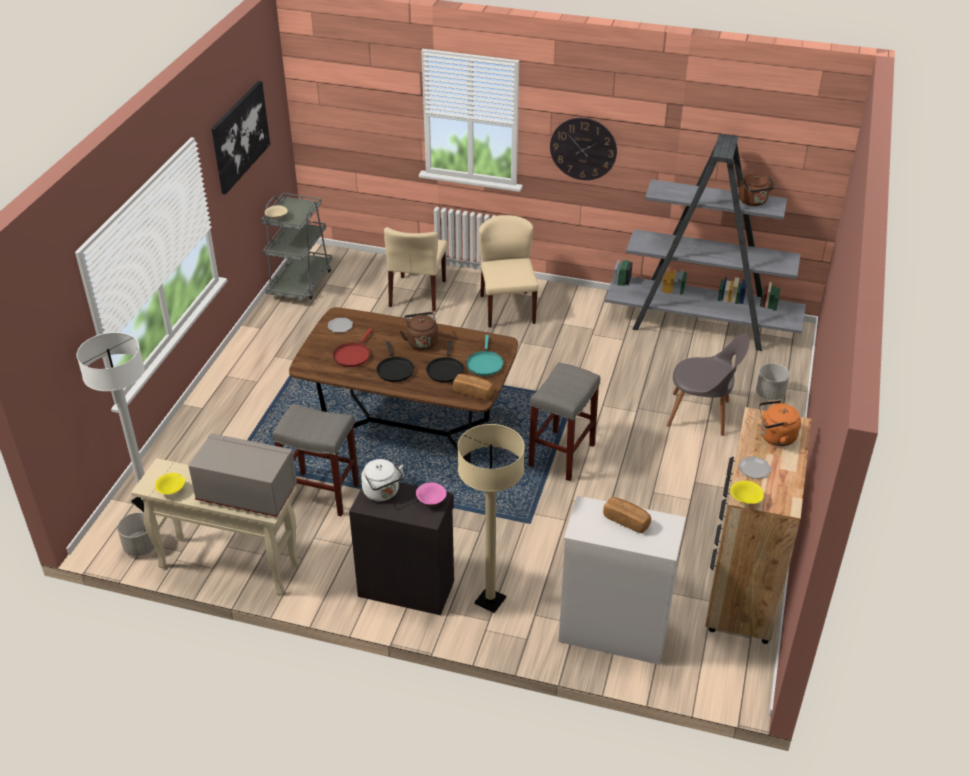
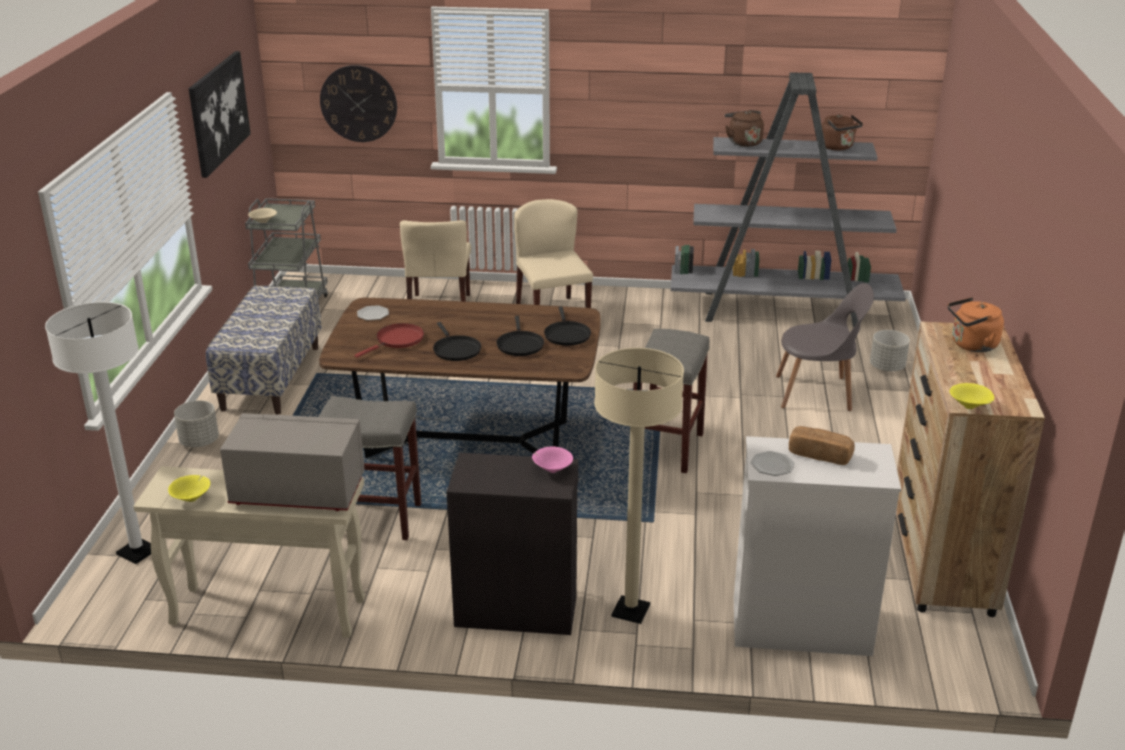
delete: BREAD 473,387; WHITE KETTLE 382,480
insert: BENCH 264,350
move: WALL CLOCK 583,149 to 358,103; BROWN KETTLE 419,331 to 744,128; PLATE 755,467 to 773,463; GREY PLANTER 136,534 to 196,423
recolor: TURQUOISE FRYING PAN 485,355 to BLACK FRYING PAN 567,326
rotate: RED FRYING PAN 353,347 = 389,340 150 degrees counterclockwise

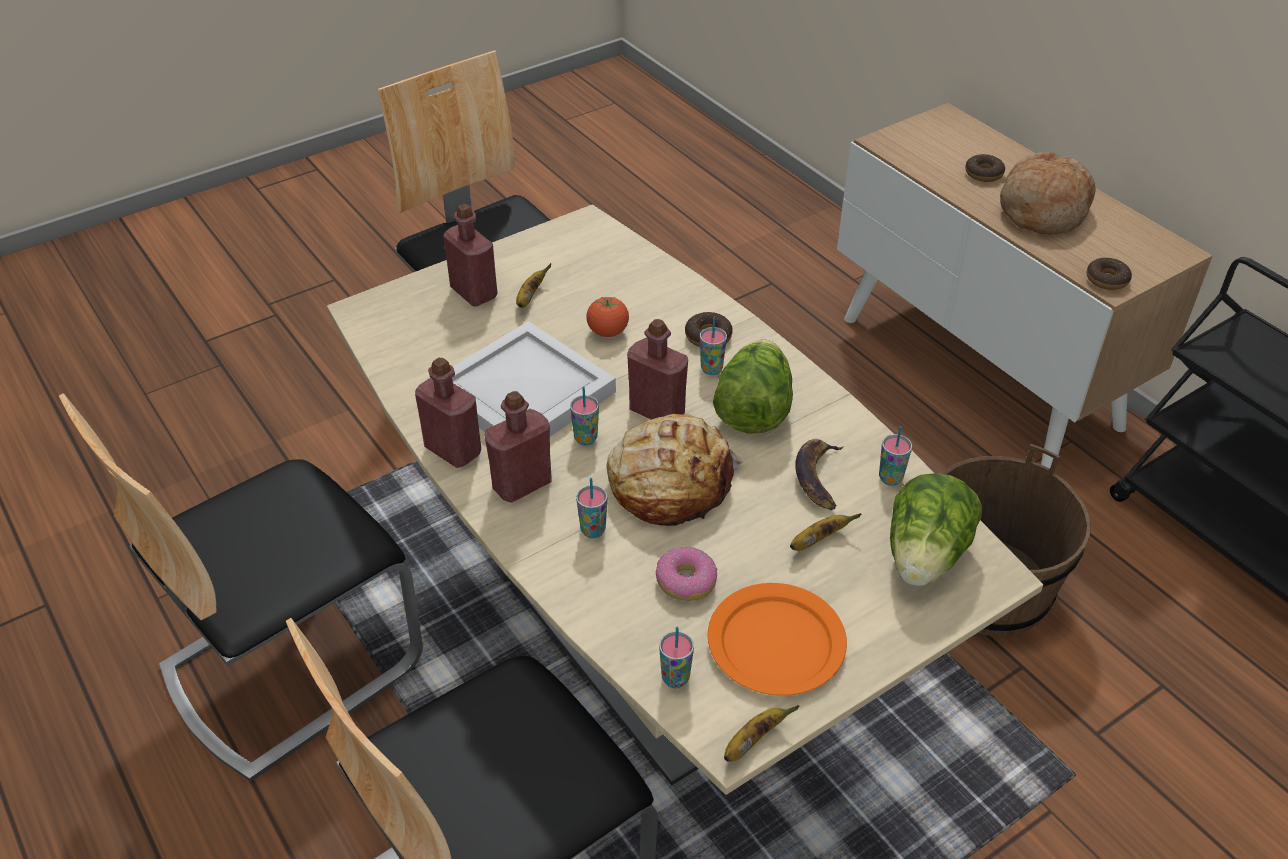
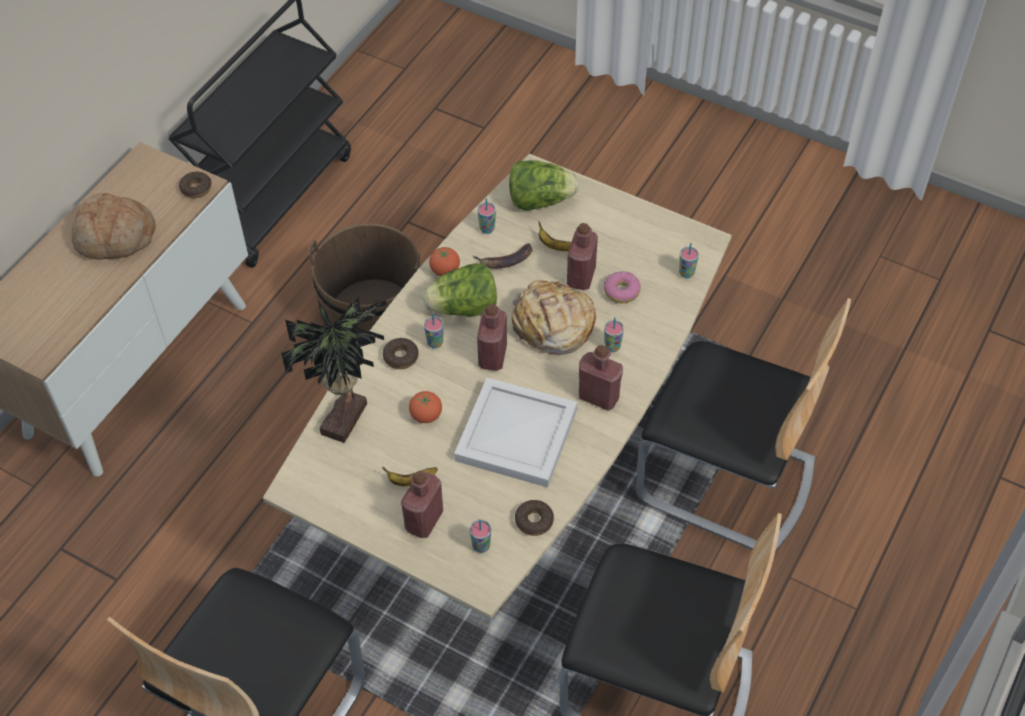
delete: ORANGE PLATE 777,639; BANANA 761,733
insert: TOMATO 444,261; POTTED PLANT 334,370
move: DONUT 985,168 to 534,518; RED BOTTLE 448,413 to 582,256; CUP 584,416 to 480,536

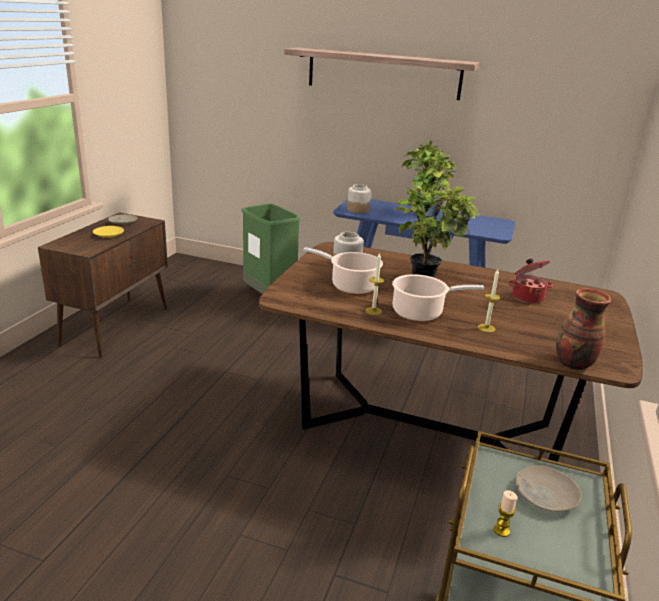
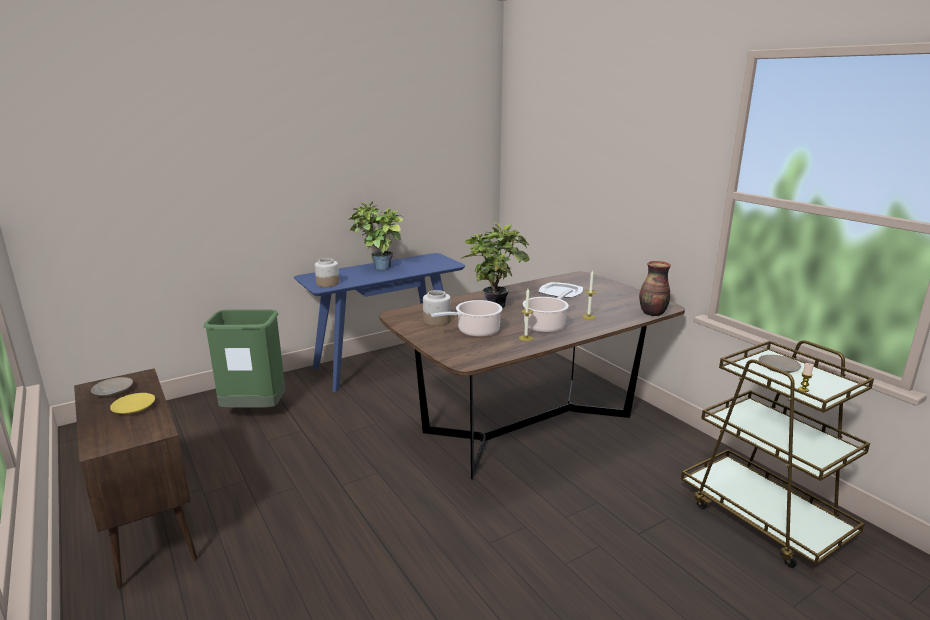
delete: SHELF 381,74
replace: COOKING POT 530,281 to PLATE 561,290

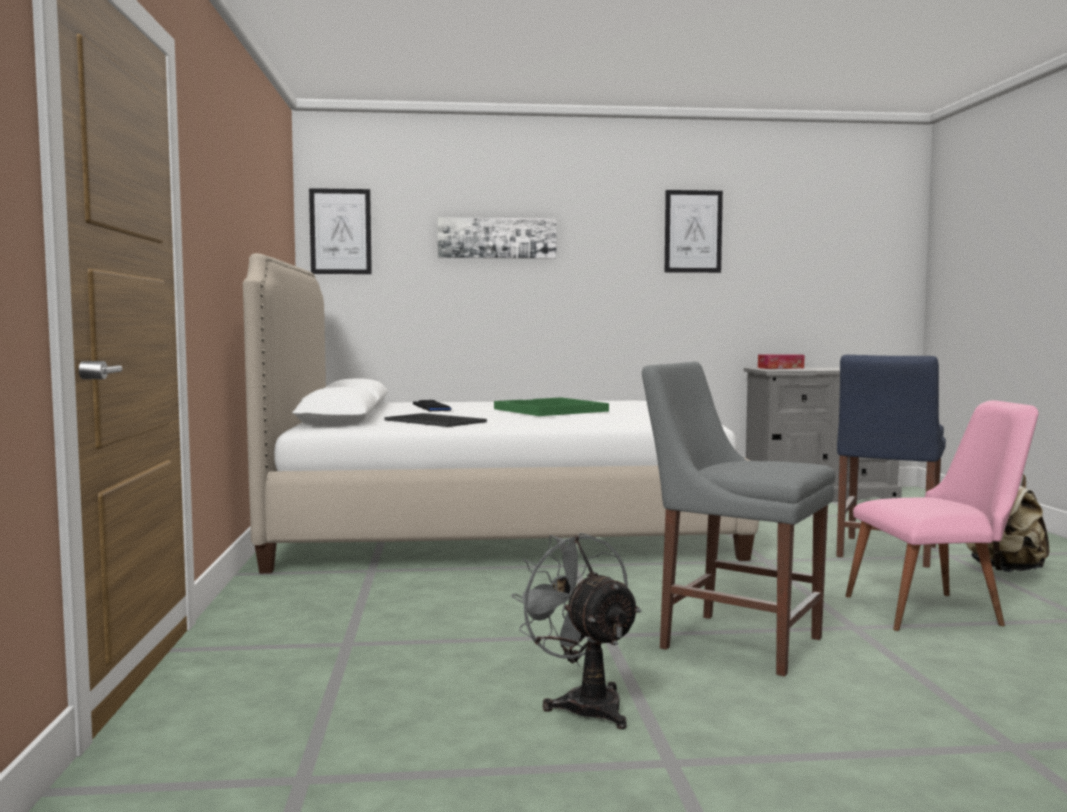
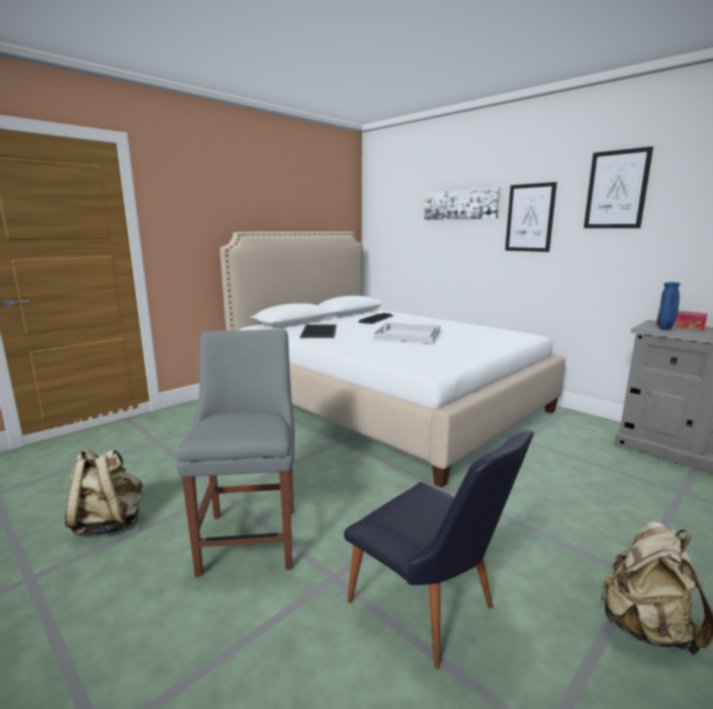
delete: BLUE CHAIR 891,461
insert: BLUE VASE 669,305
move: PICTURE 340,231 to 531,217
replace: GREY FAN 576,631 to BEIGE BACKPACK 104,492
recolor: GREEN TRAY 551,406 to WHITE TRAY 406,332; PINK CHAIR 942,515 to BLACK CHAIR 439,550

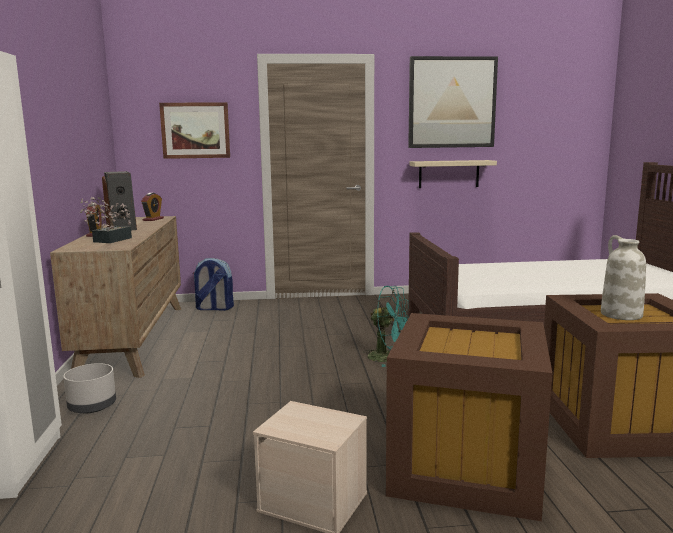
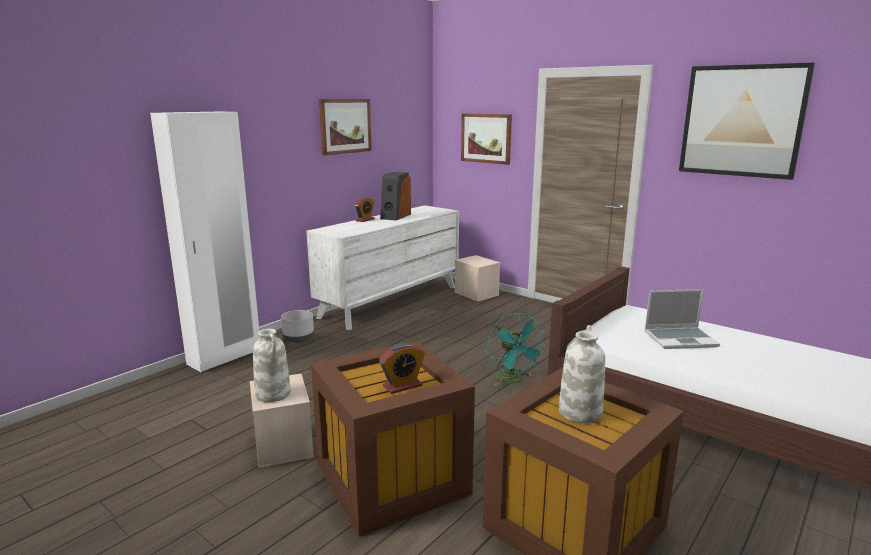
delete: BEIGE SHELF 453,174; POTTED PLANT 105,220
insert: PICTURE 345,127; LAPTOP 682,319; WHITE VASE 272,365
move: ALARM CLOCK 152,207 to 402,368
replace: BACKPACK 213,284 to BEIGE STORAGE BOX 477,278
recolor: BROWN DRESSER 115,297 to WHITE DRESSER 382,267

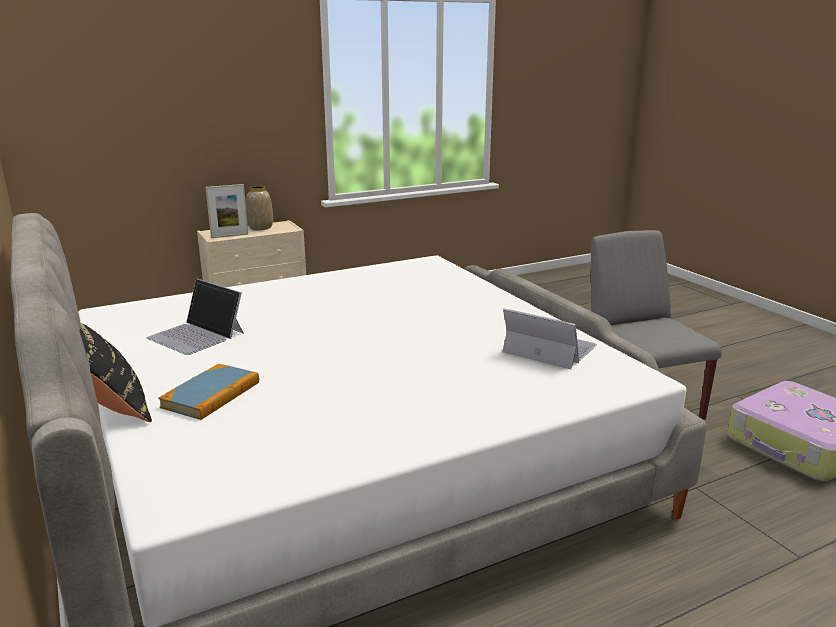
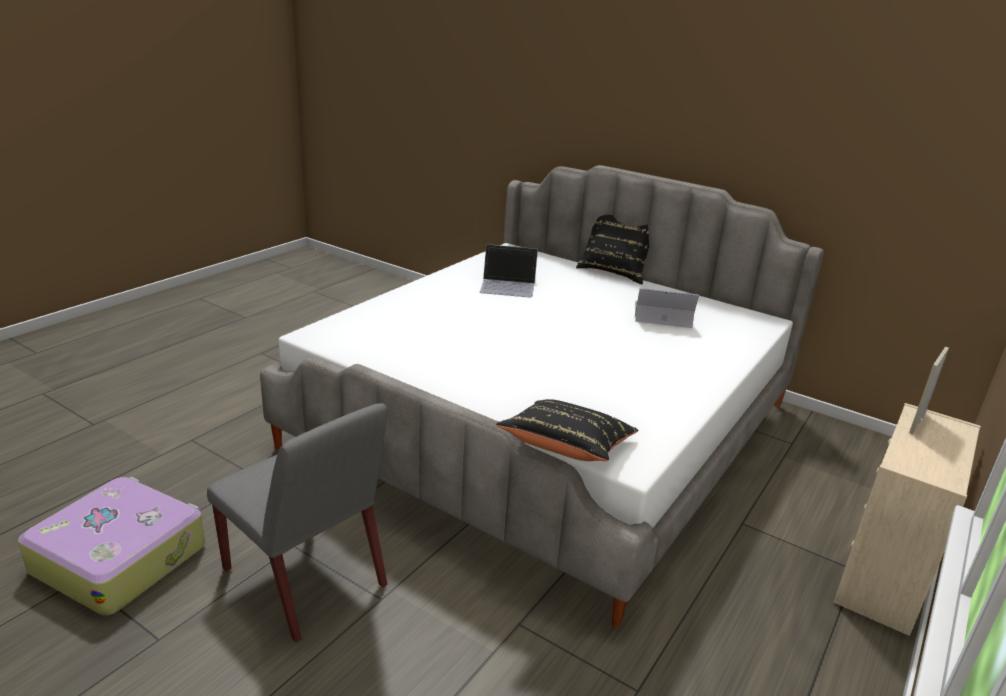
delete: VASE 259,208; BOOK 208,392
insert: BLACK PILLOW 567,430
move: LAPTOP 549,338 to 509,271

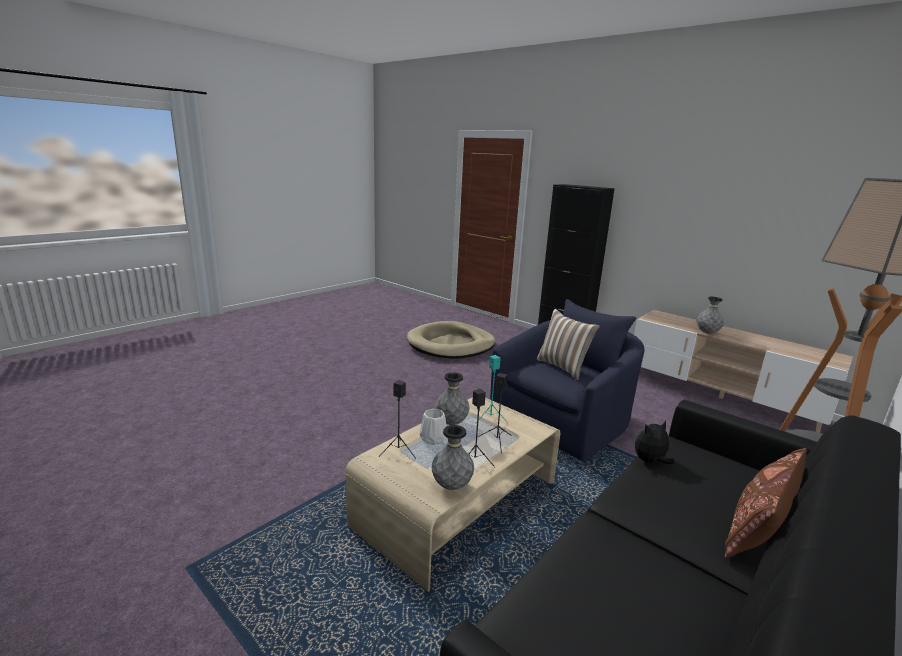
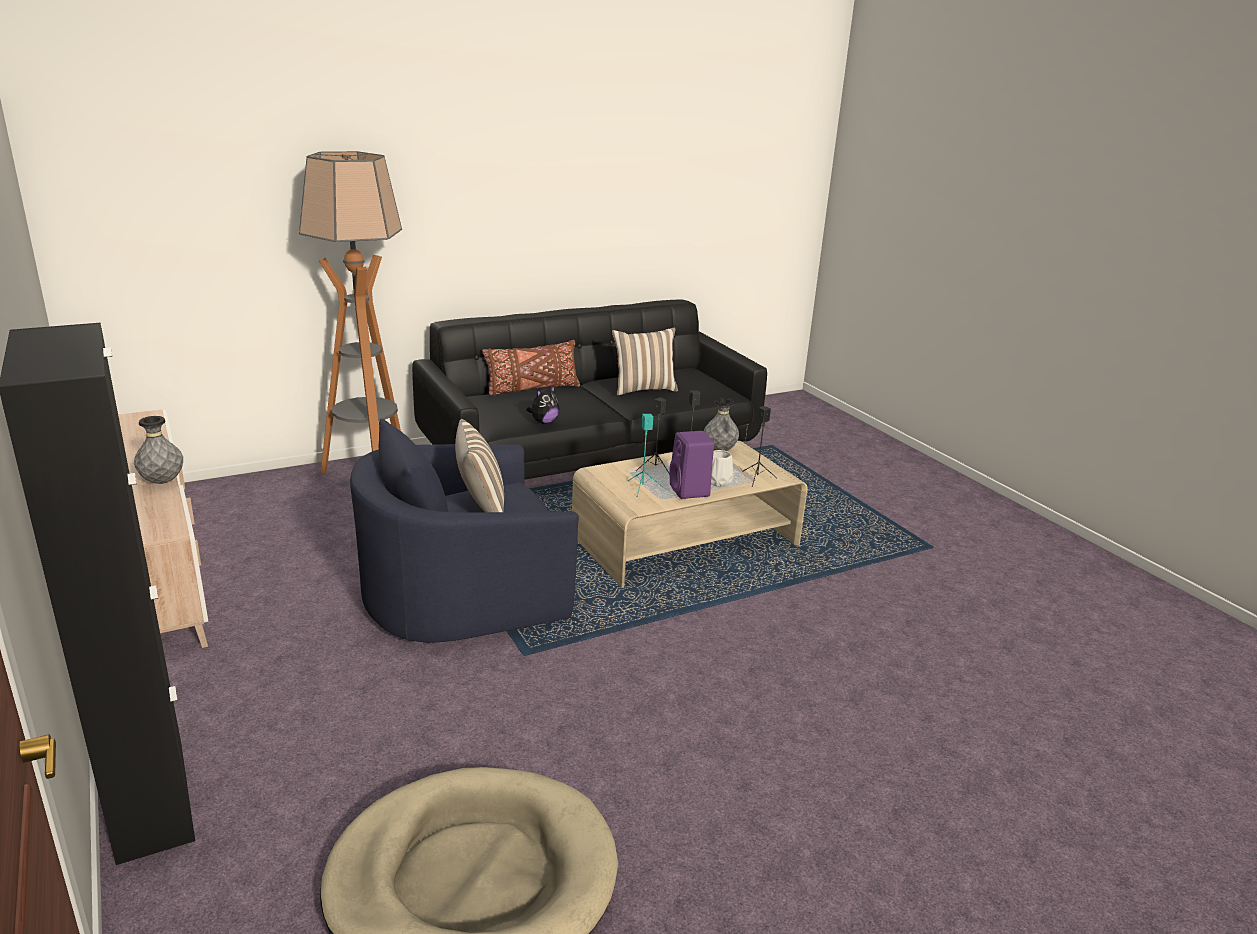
insert: PILLOW 645,361
replace: GREY VASE 452,398 to PURPLE SPEAKER 691,465
rotate: PLUSH TOY 655,442 = 543,404 45 degrees counterclockwise

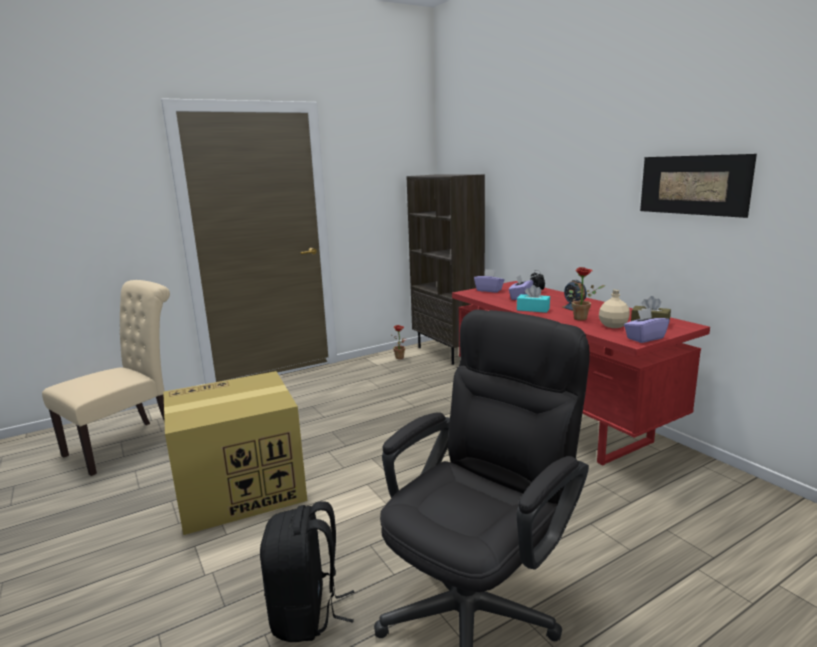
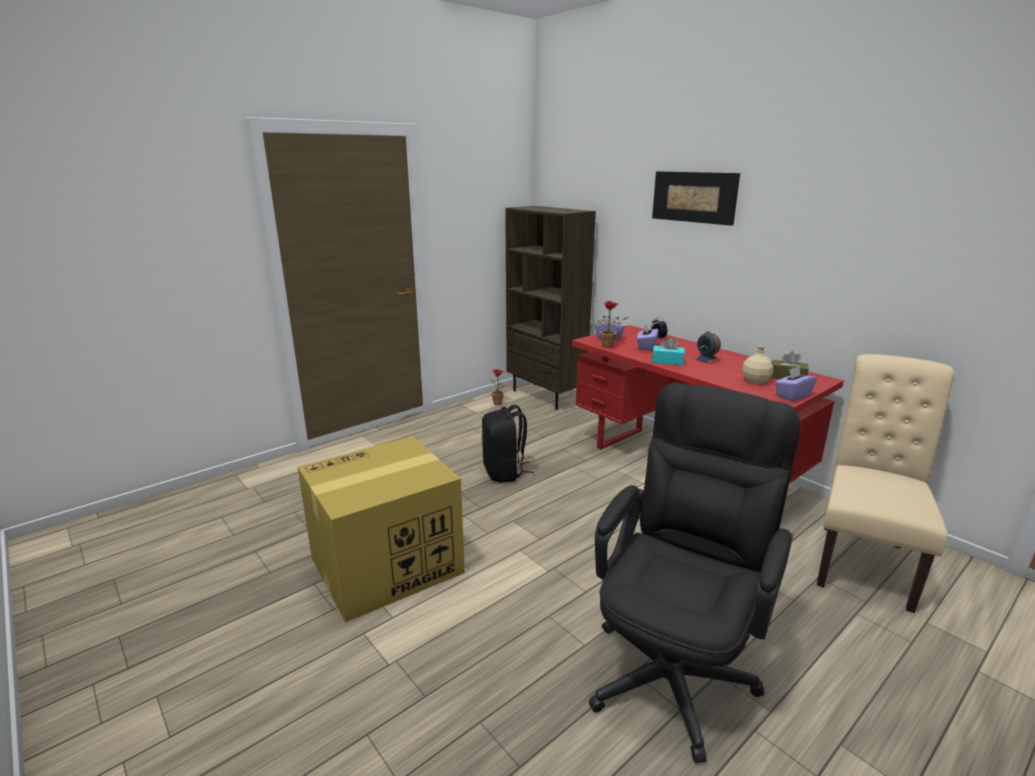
move: PICTURE 698,186 to 696,198; POTTED PLANT 587,294 to 613,324; BEIGE CHAIR 106,378 to 886,483; BLACK BACKPACK 307,571 to 508,444

